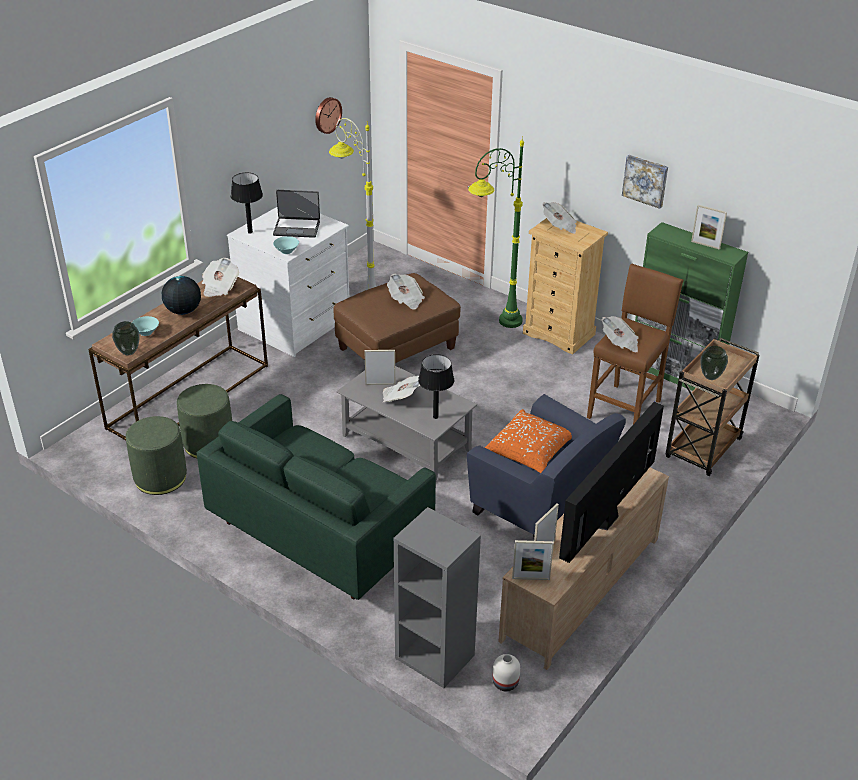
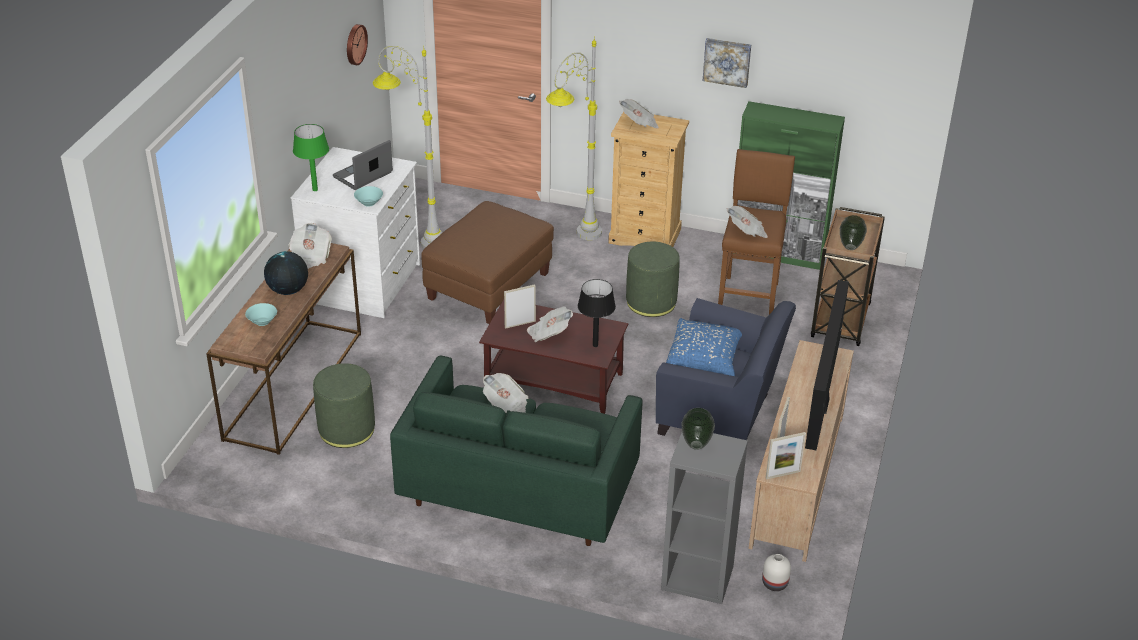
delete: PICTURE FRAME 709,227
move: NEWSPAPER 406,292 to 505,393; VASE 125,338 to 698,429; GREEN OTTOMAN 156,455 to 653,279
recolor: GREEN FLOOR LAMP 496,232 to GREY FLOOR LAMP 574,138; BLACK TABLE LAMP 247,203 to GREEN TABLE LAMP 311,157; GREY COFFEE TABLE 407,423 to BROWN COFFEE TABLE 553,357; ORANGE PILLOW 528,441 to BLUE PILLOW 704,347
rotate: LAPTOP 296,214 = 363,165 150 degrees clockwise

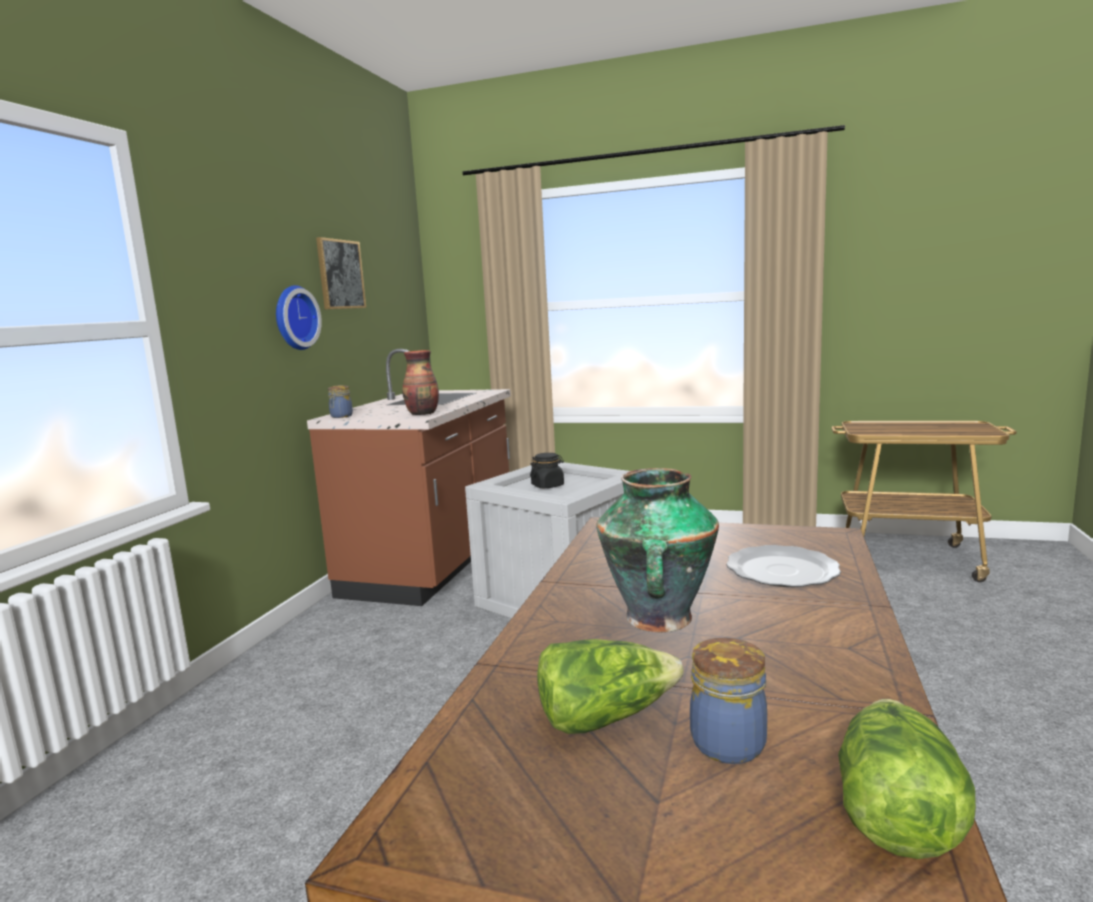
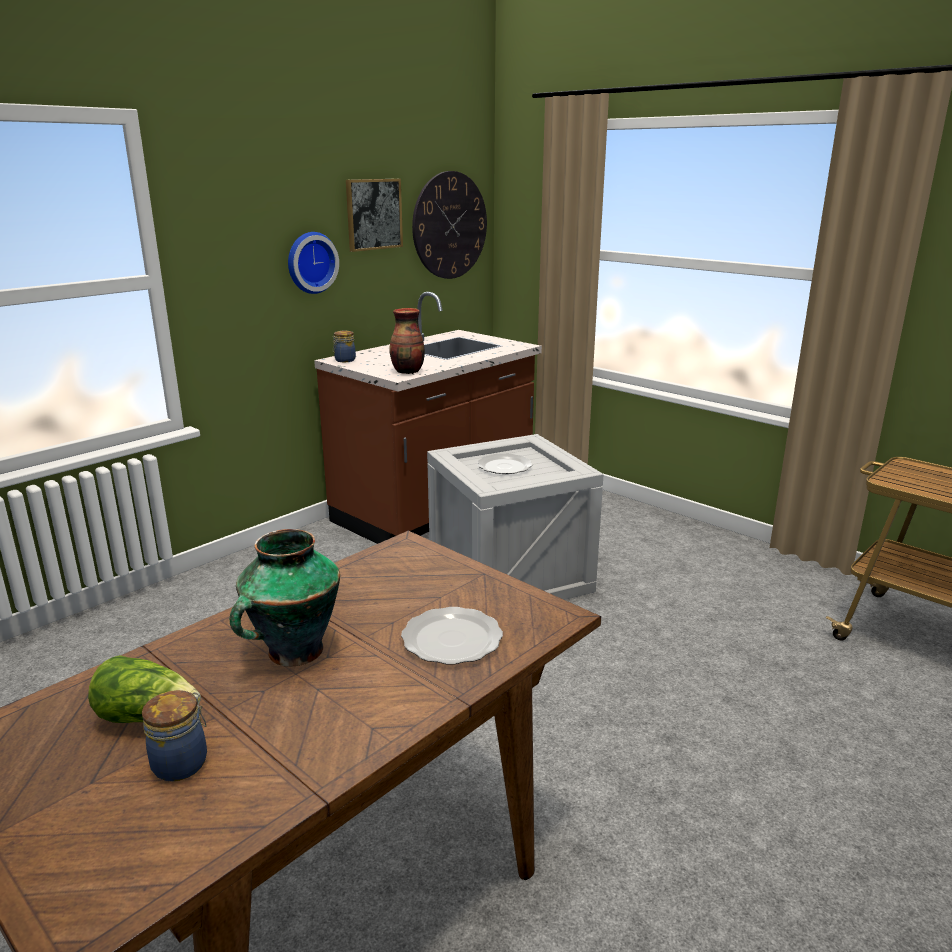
delete: LETTUCE 907,779
insert: WALL CLOCK 449,225
replace: BLACK JAR 547,470 to PLATE 504,464

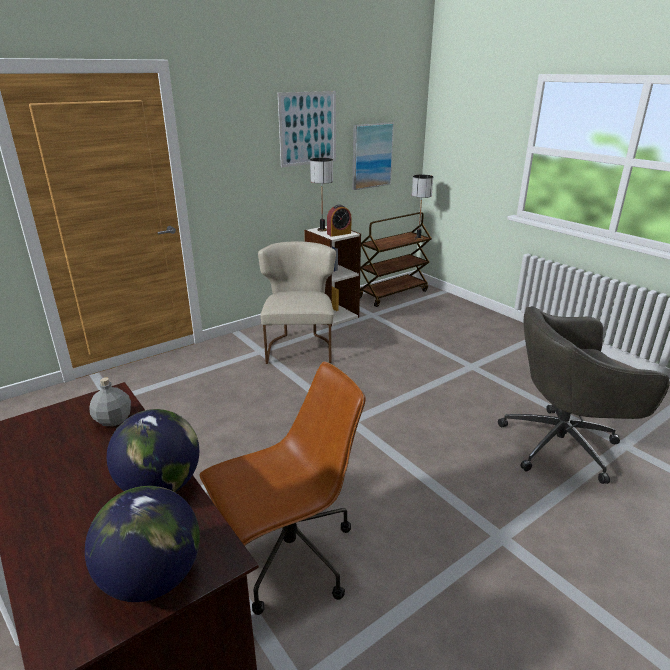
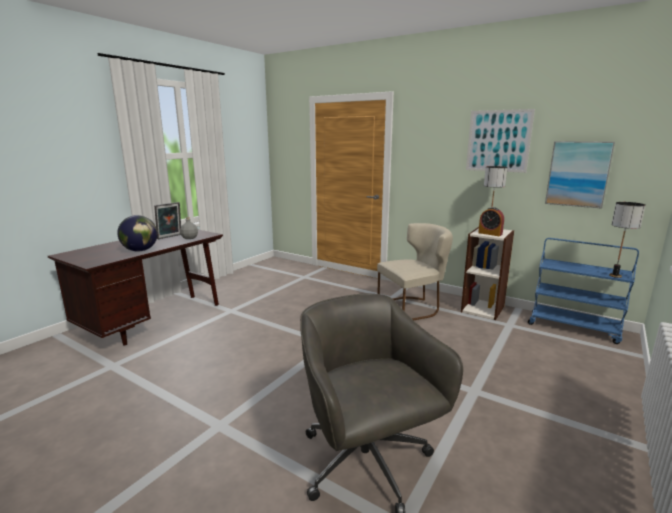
delete: BROWN OFFICE CHAIR 282,488; GLOBE 142,544
insert: PICTURE FRAME 167,220
recolor: BROWN CART 396,259 to BLUE CART 583,291

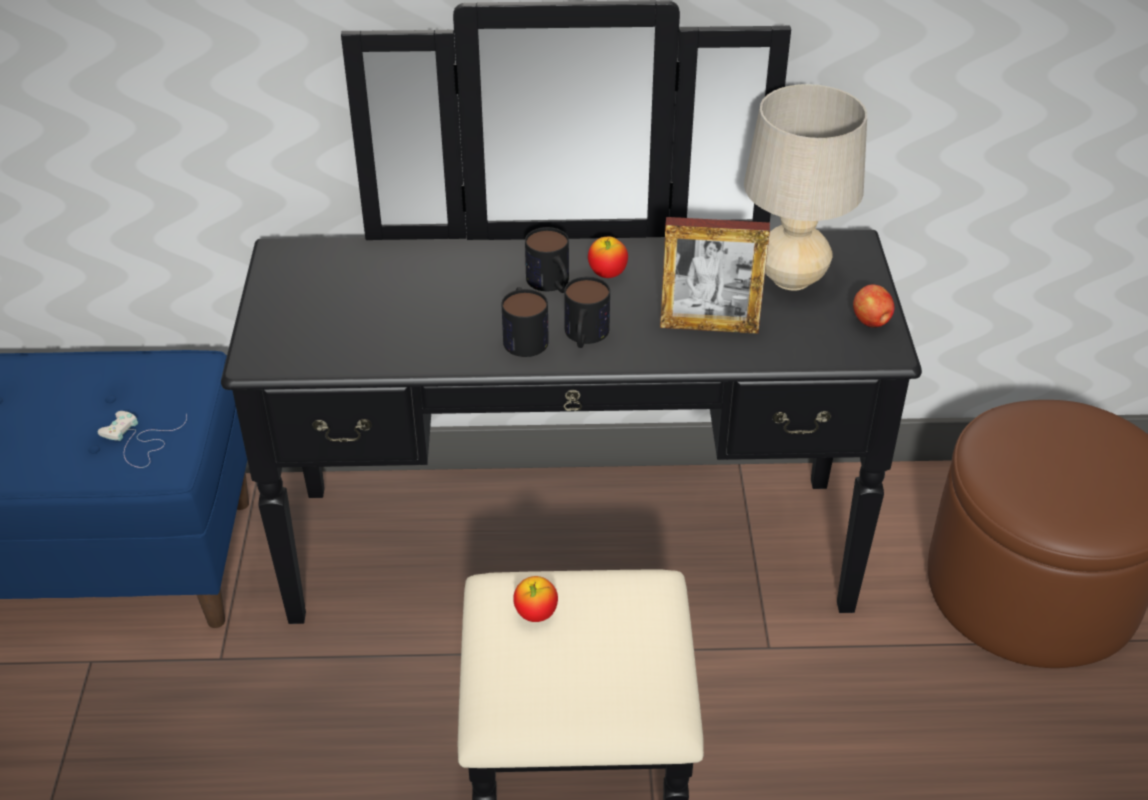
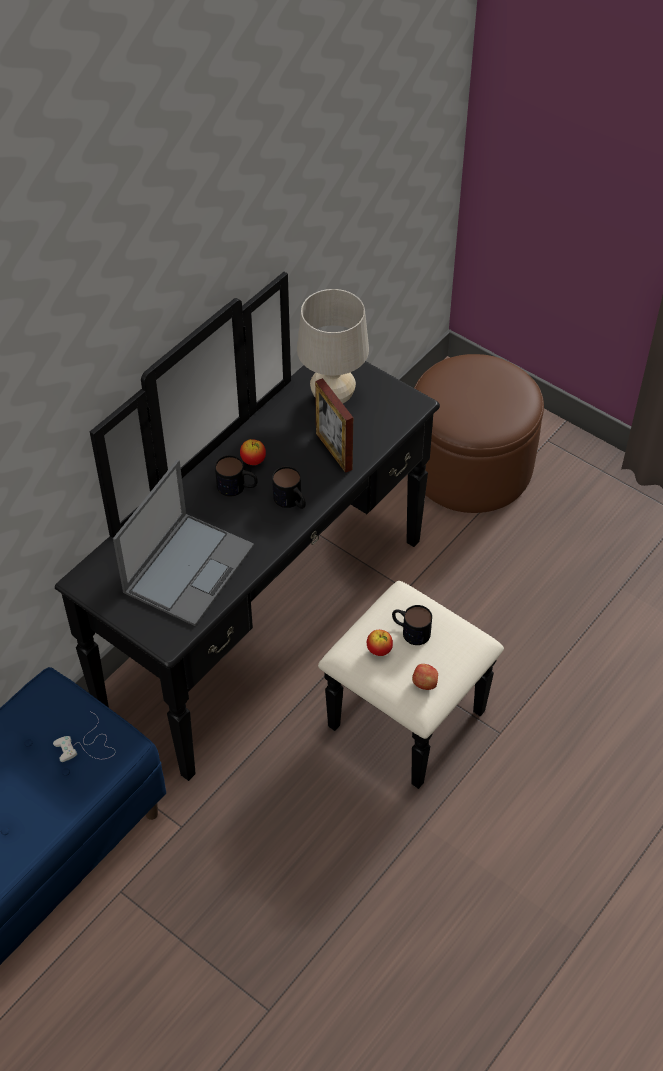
insert: LAPTOP 183,542
move: APPLE 873,306 to 425,677; MUG 525,322 to 412,625
rotate: PICTURE FRAME 715,275 = 334,425 105 degrees clockwise

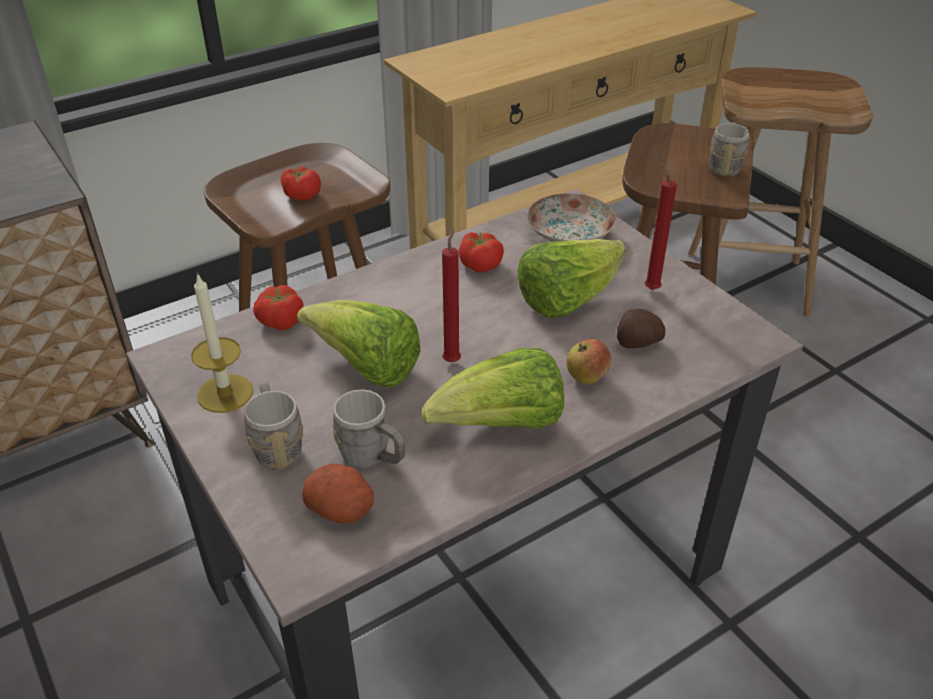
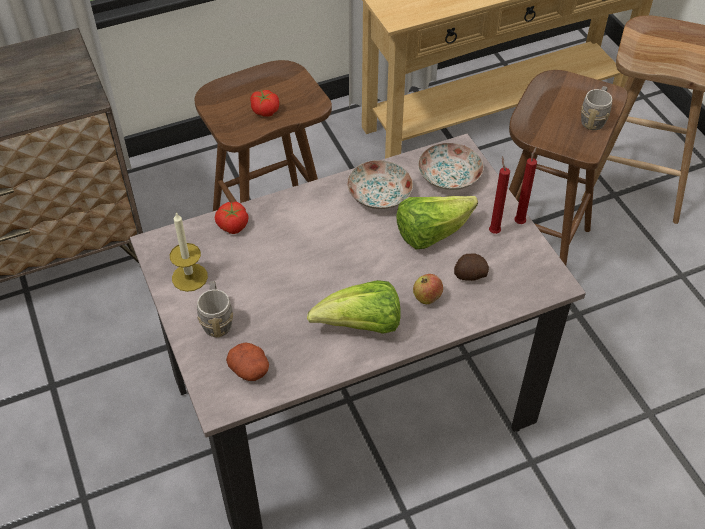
delete: LETTUCE 359,344; GREY MUG 369,428
move: RED CANDLE 451,295 to 525,185
replace: TOMATO 481,252 to PLATE 380,184

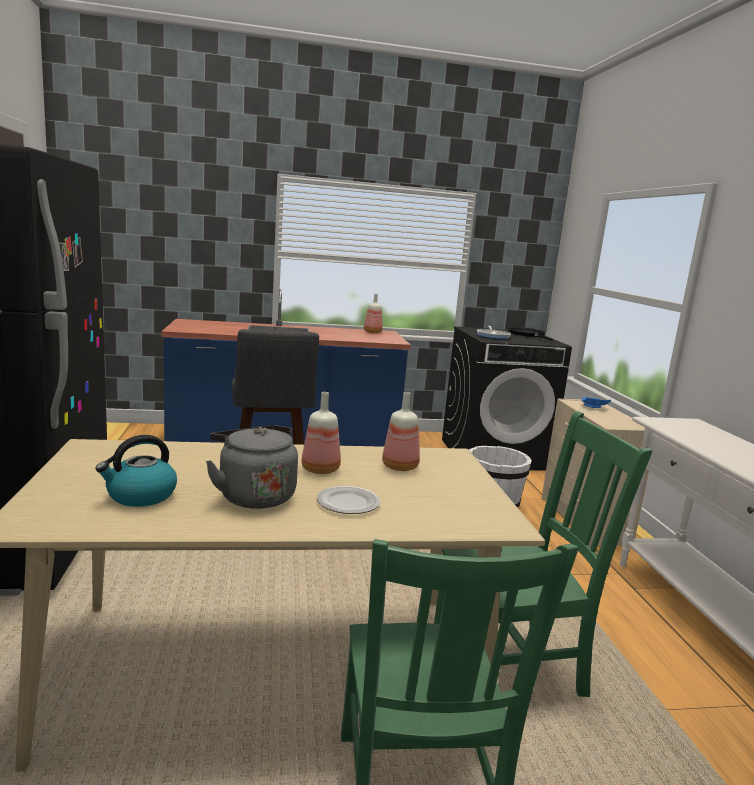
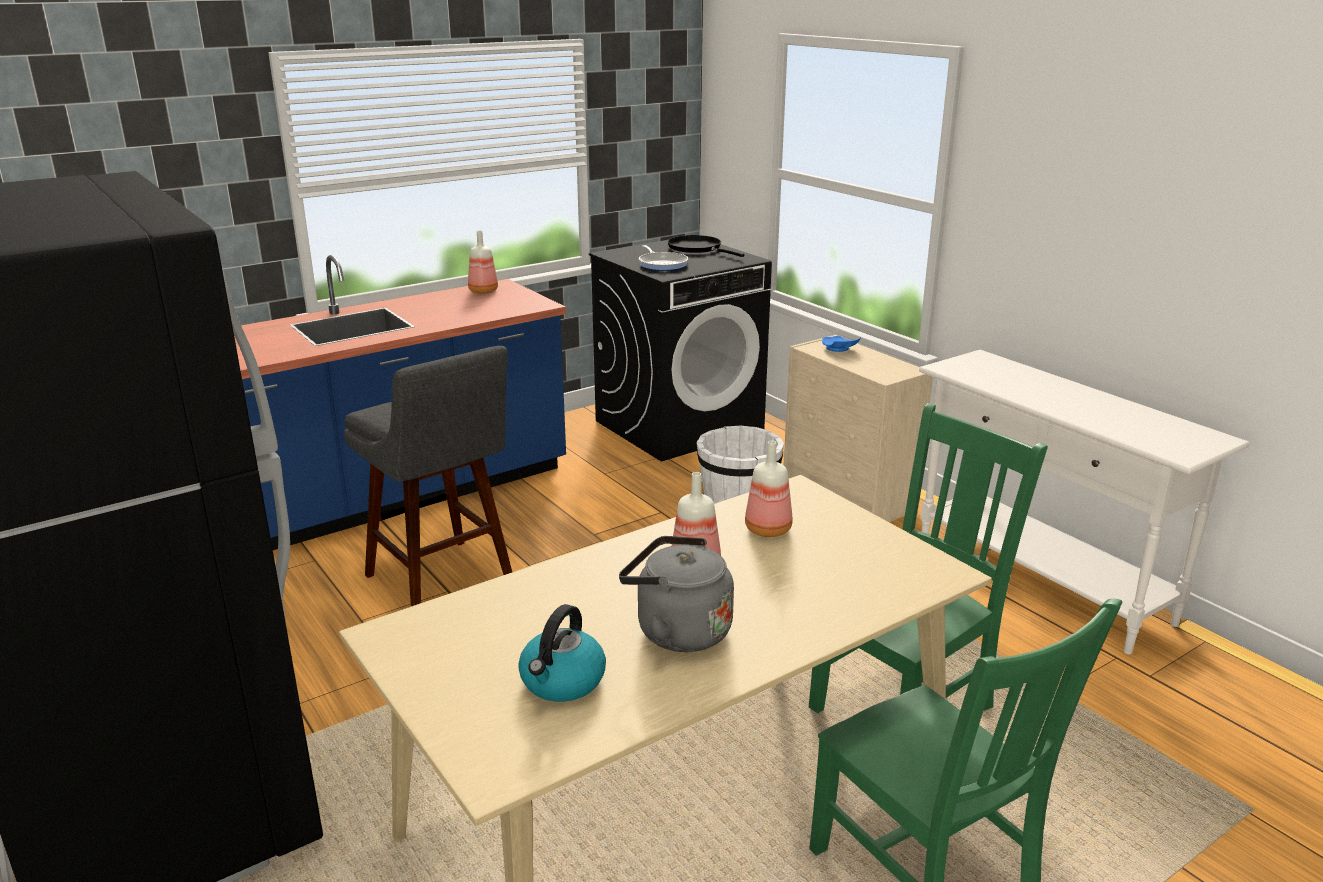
delete: PLATE 348,500

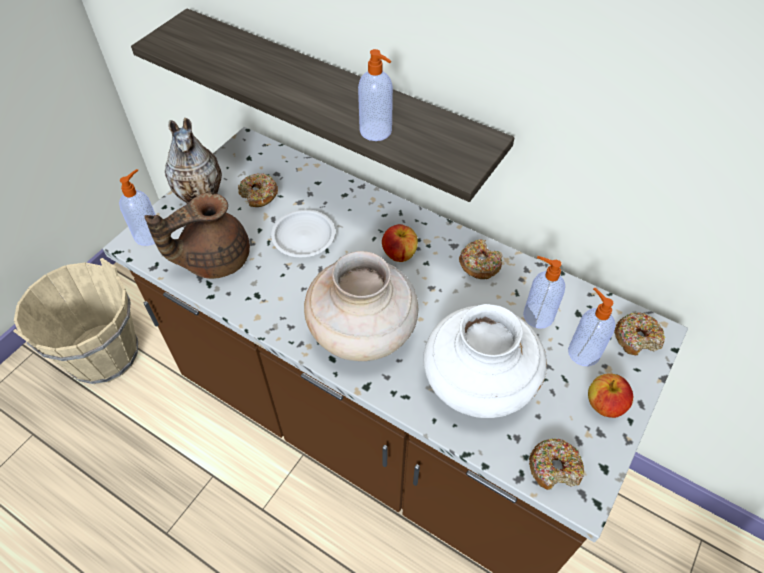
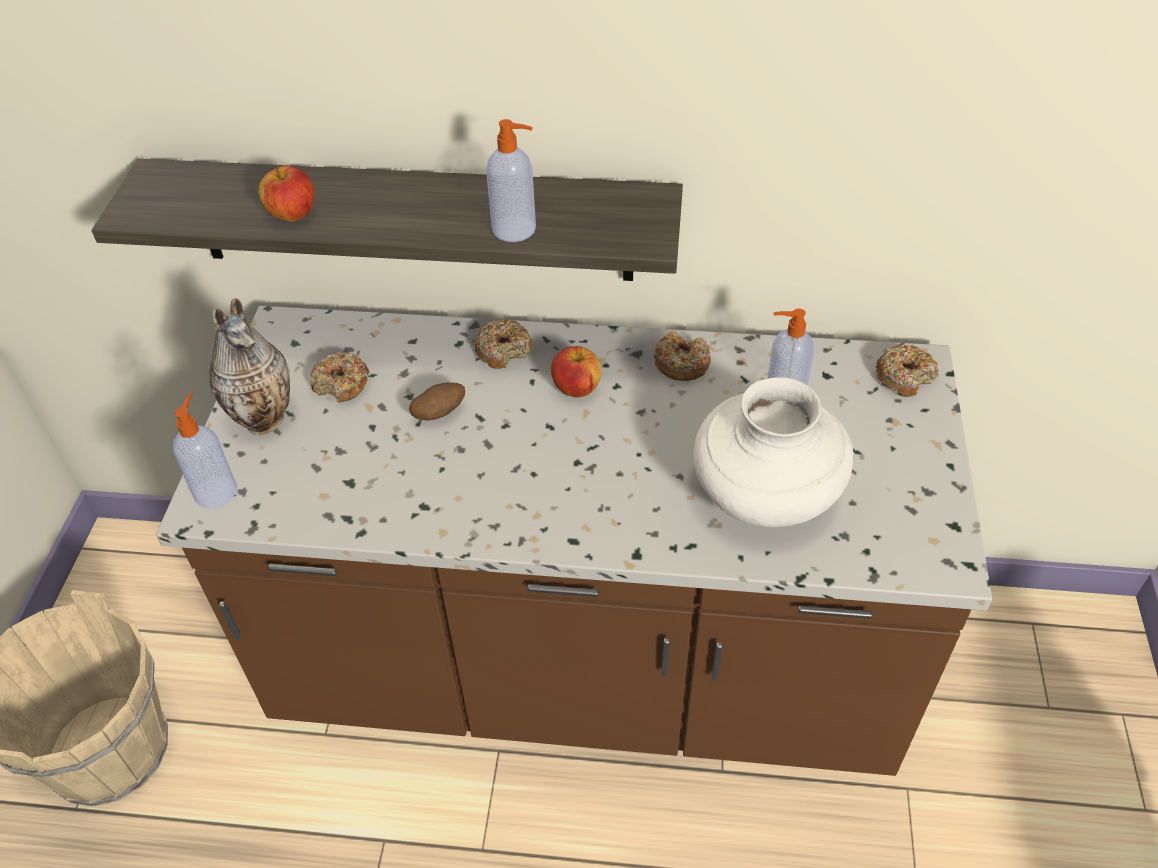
delete: BROWN TEAPOT 197,236; BEIGE VASE 361,306; SOAP DISPENSER 591,327
move: APPLE 610,395 to 286,194; DONUT 556,464 to 503,344
replace: WHITE PLATE 303,233 to POTATO 437,401

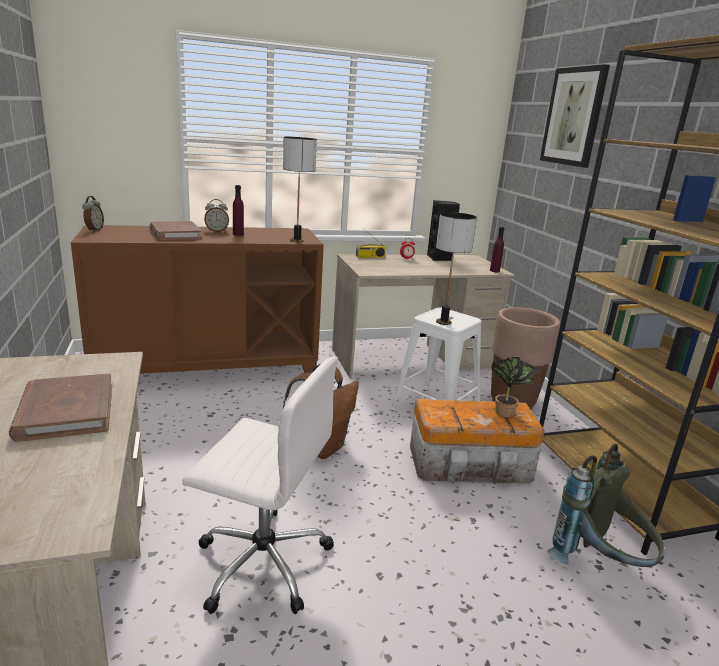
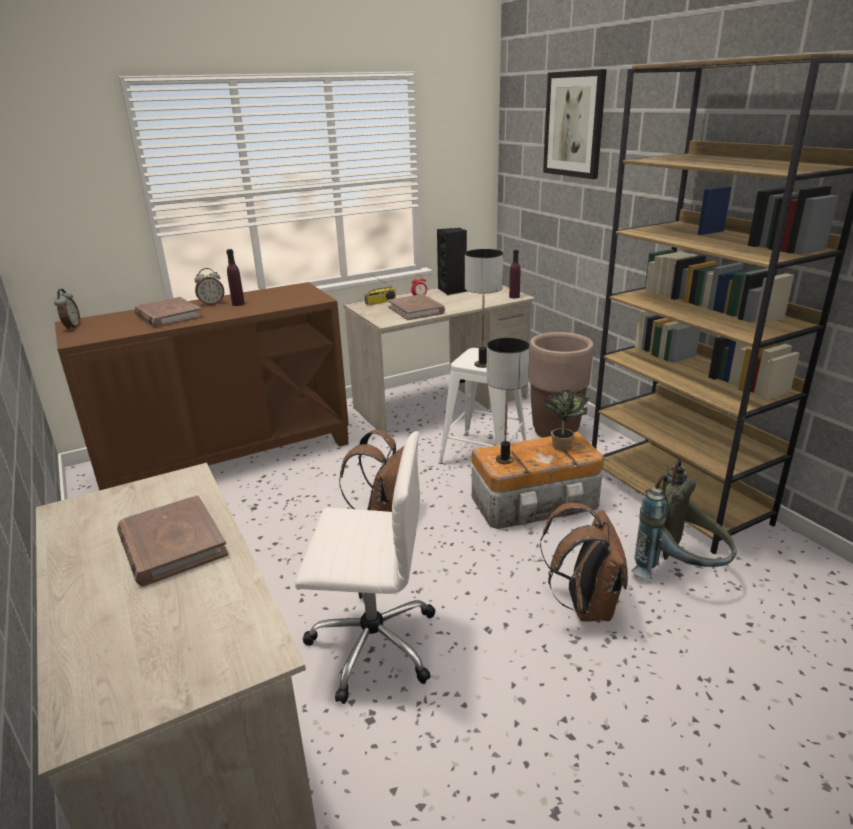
insert: BROWN BOOK 416,307; BROWN BACKPACK 584,562
move: TABLE LAMP 300,189 to 508,401

